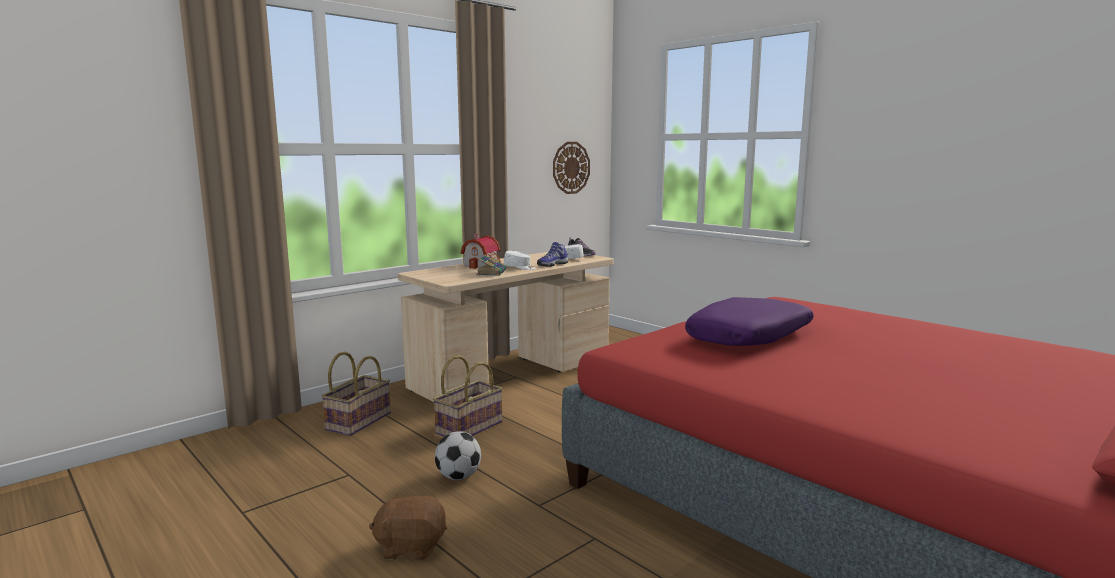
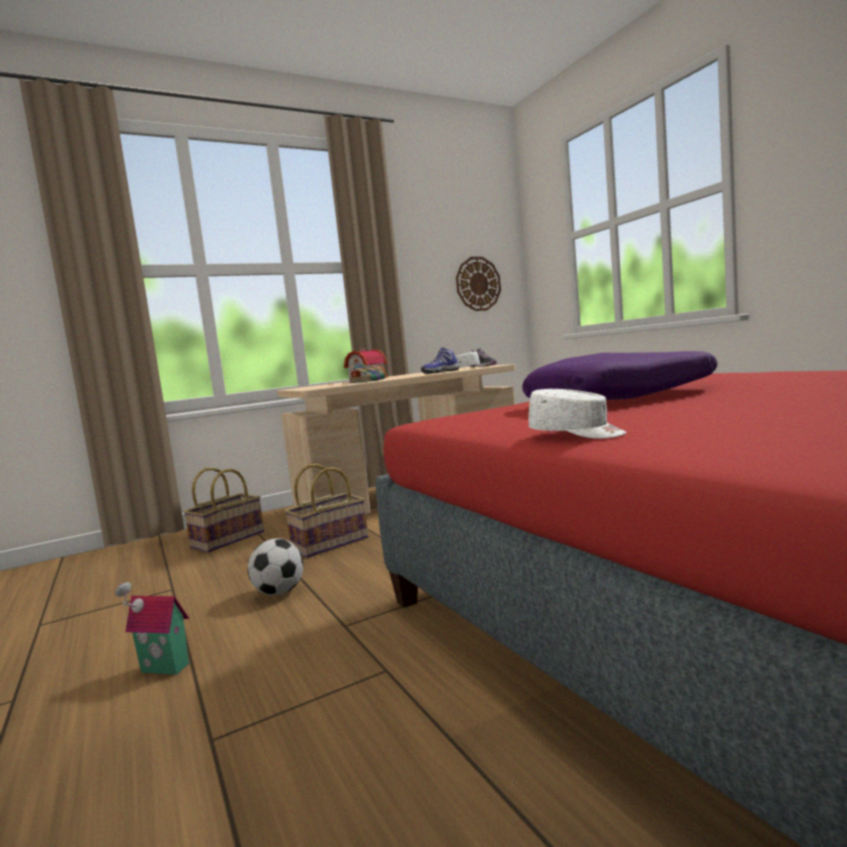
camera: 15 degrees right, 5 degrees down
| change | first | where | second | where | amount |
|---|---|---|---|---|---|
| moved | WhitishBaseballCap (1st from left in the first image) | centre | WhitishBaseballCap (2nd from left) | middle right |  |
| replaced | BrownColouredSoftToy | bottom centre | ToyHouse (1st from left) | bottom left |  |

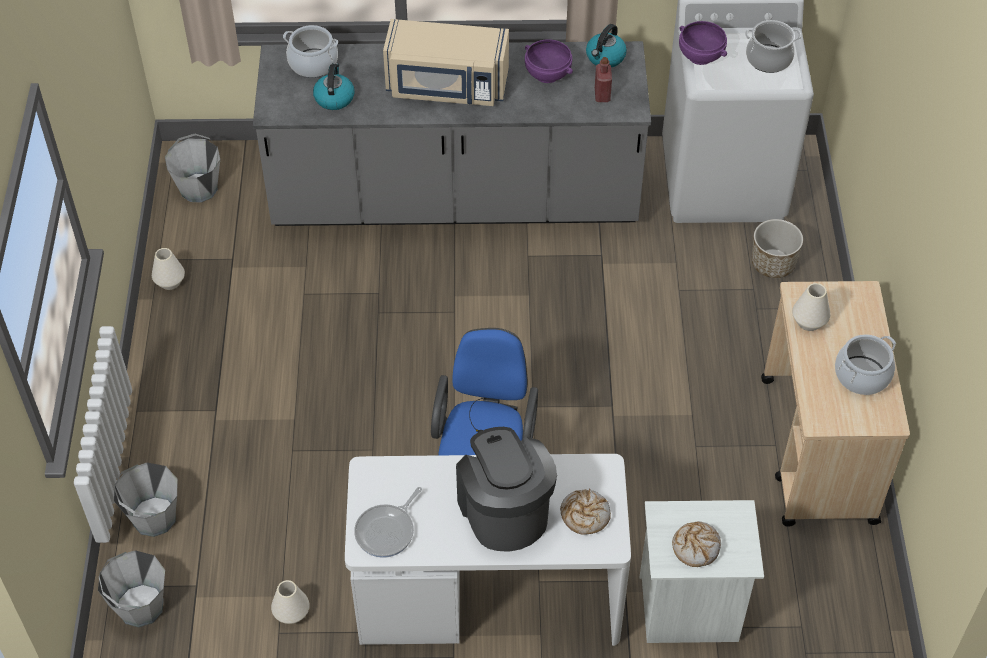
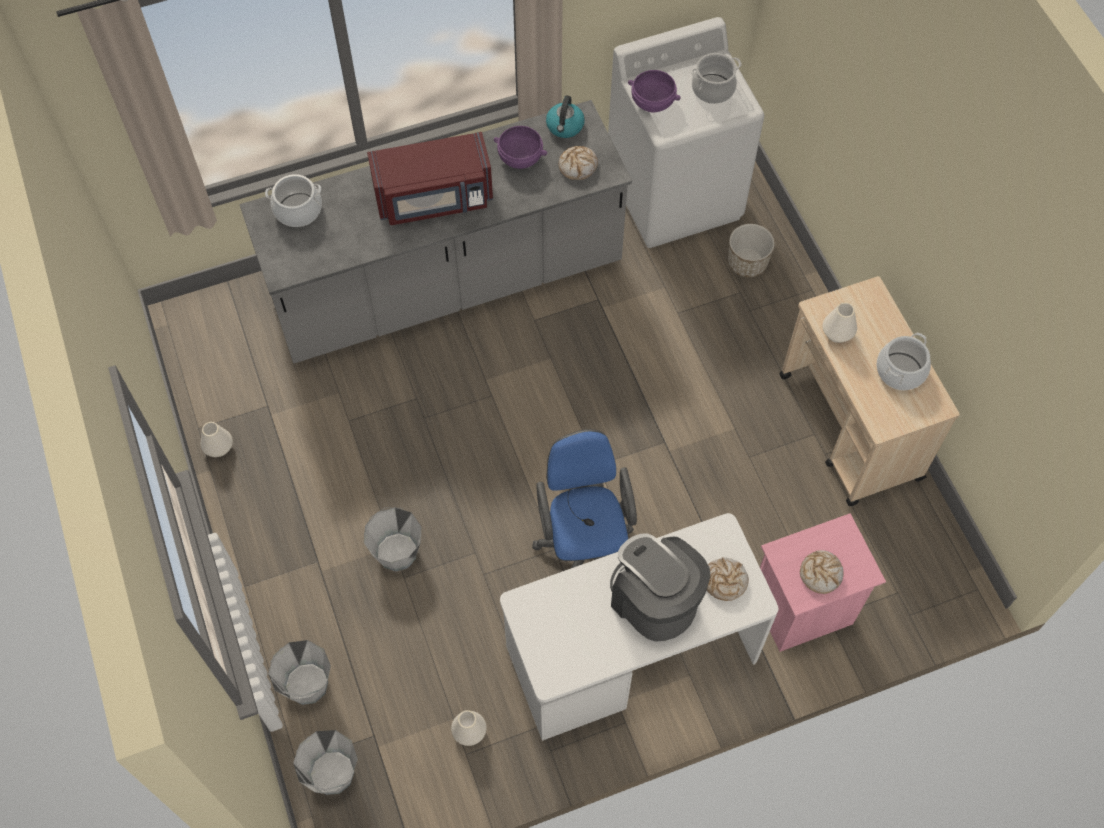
camera: 20 degrees left, 10 degrees up
| change | first | where | second | where | amount |
|---|---|---|---|---|---|
| removed | TeaKettle (1st from left) | top centre |  |  |  |
| removed | FryingPan | bottom centre |  |  |  |
| moved | GreyWaterBucket (3rd from left) | top left |  | centre |  |
| replaced | ReddishBottle | top centre | BakedBread (1st from left) | top centre |  |
| recoloured | BeigeColouredMicrowave | top centre | ReddishMicrowave | top centre |  |
| recoloured | WhitishBedsideTable | bottom right | PinkBedsideTable | bottom right |  |

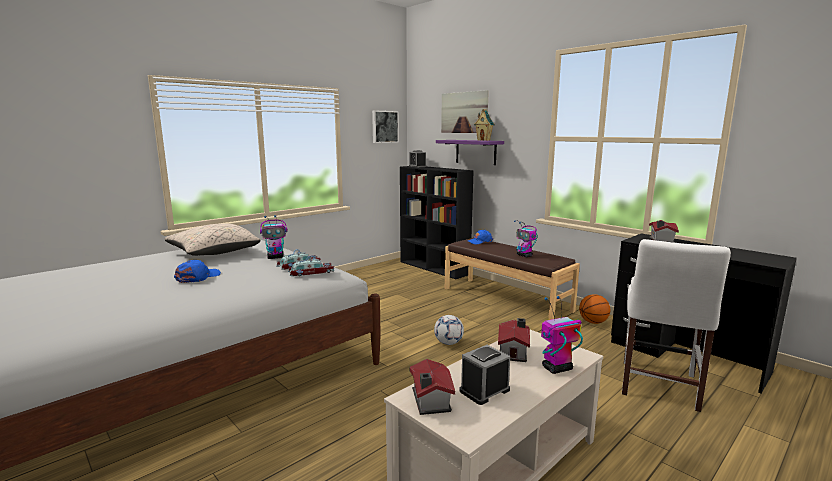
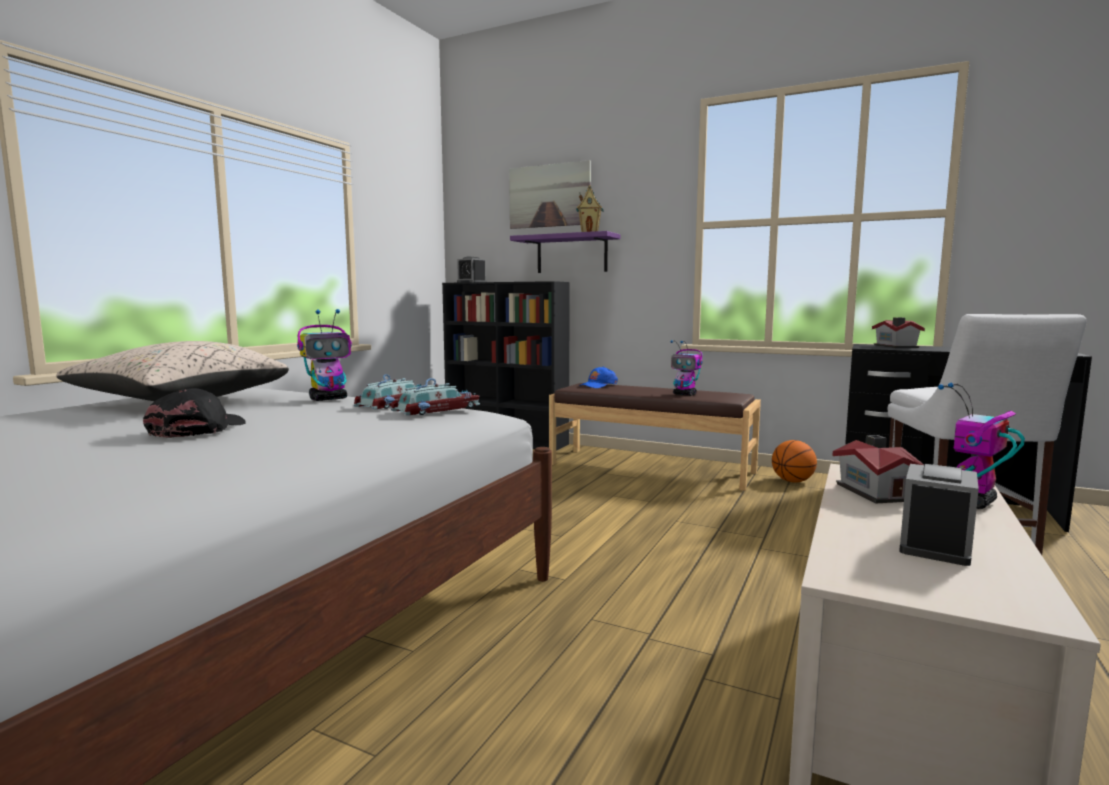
camera: 20 degrees left, 5 degrees down
| change | first | where | second | where | amount |
|---|---|---|---|---|---|
| removed | WallArt (1st from left) | top centre |  |  |  |
| removed | ToyHouse (1st from left) | bottom centre |  |  |  |
| removed | BallForFootball | bottom centre |  |  |  |
| recoloured | BlueColouredBaseballCap (1st from left) | middle left | BlackishBaseballCap | middle left |  |

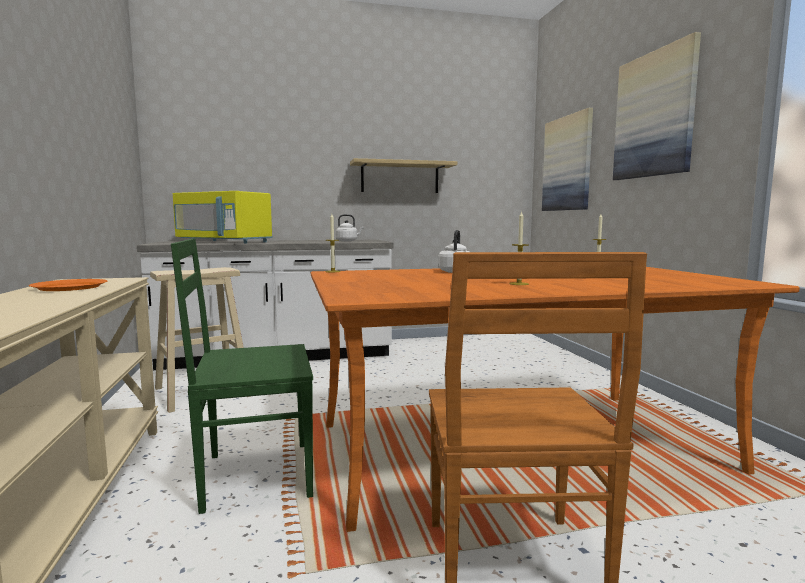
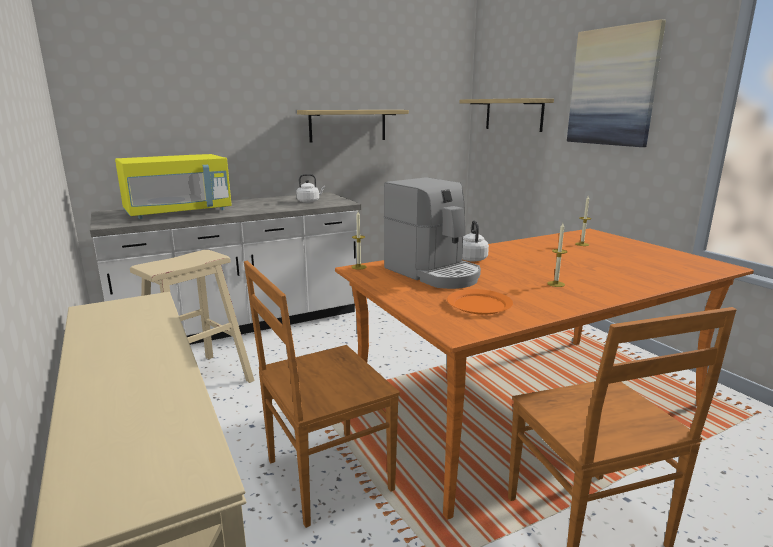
camera: 15 degrees left, 10 degrees up
| change | first | where | second | where | amount |
|---|---|---|---|---|---|
| added |  |  | CoffeeMaker | centre |  |
| moved | OrangeFlatDish | middle left |  | centre |  |
| replaced | WallArt (1st from left) | top right | BracketShelf (2nd from left) | top centre |  |
| recoloured | GreenChair | middle left | BrownColouredChair (1st from left) | bottom centre |  |
| turned | YellowColouredMicrowave | middle left |  | middle left | 45 degrees counterclockwise |

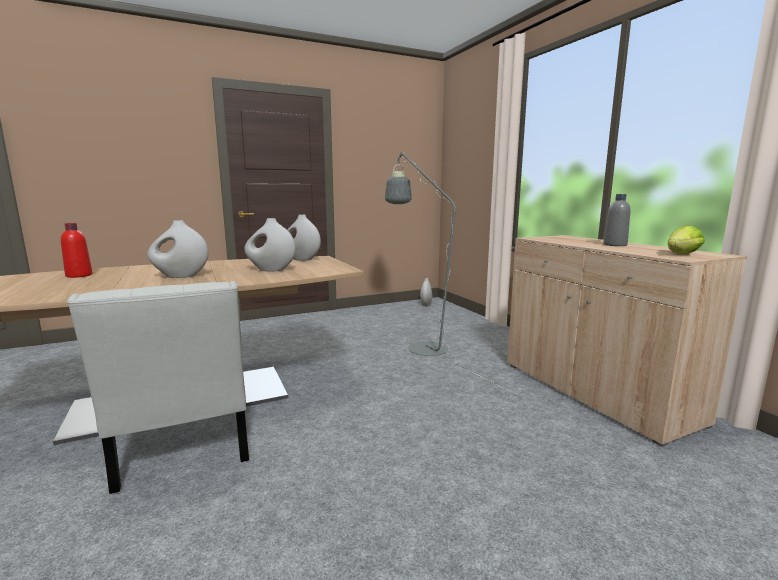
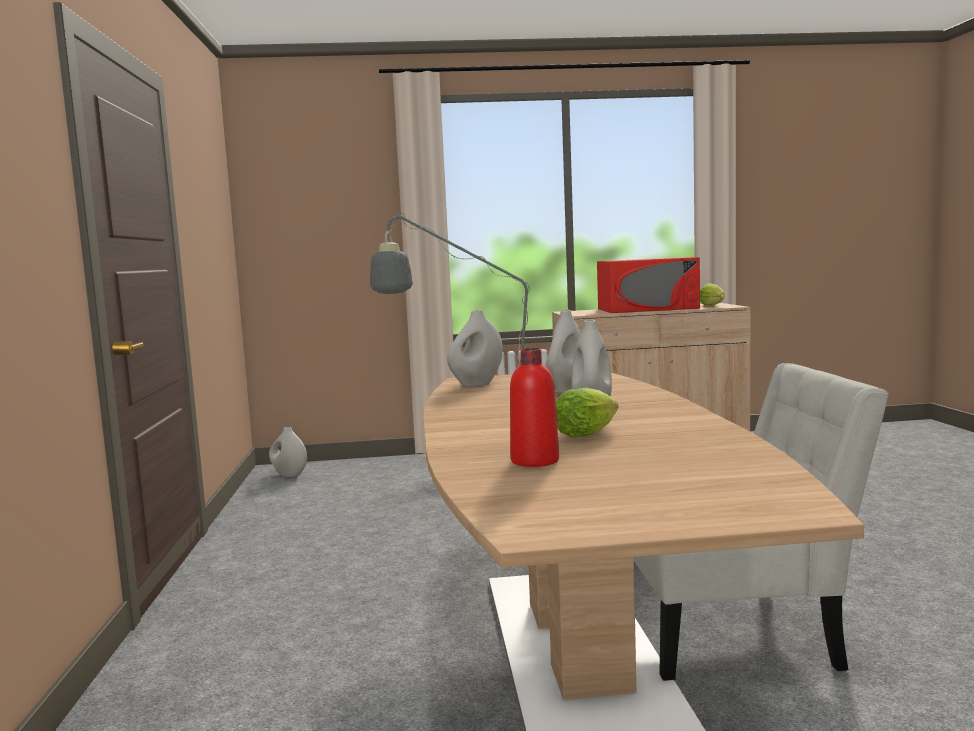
camera: 70 degrees left, 5 degrees down
| change | first | where | second | where | amount |
|---|---|---|---|---|---|
| added |  |  | Lettuce (1st from left) | centre |  |
| replaced | GreyBottle | middle right | ReddishMicrowave | centre |  |

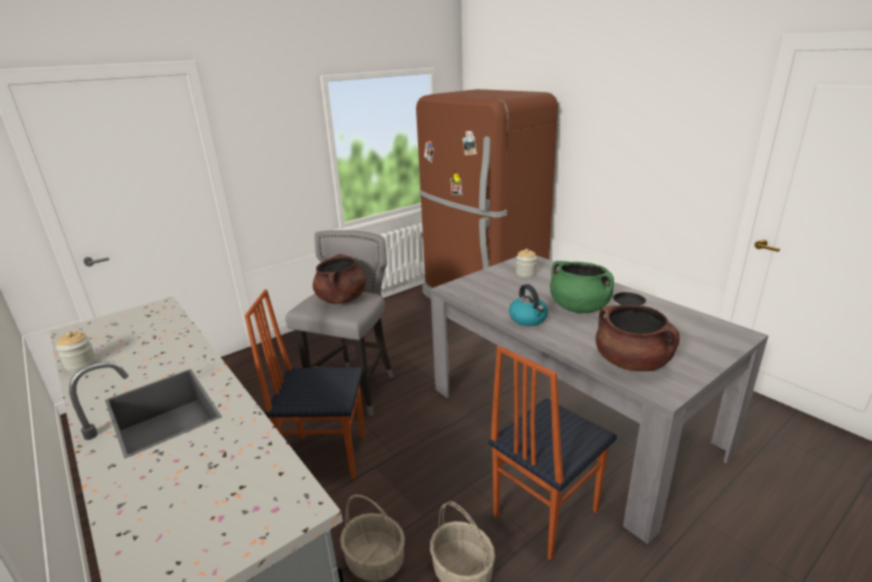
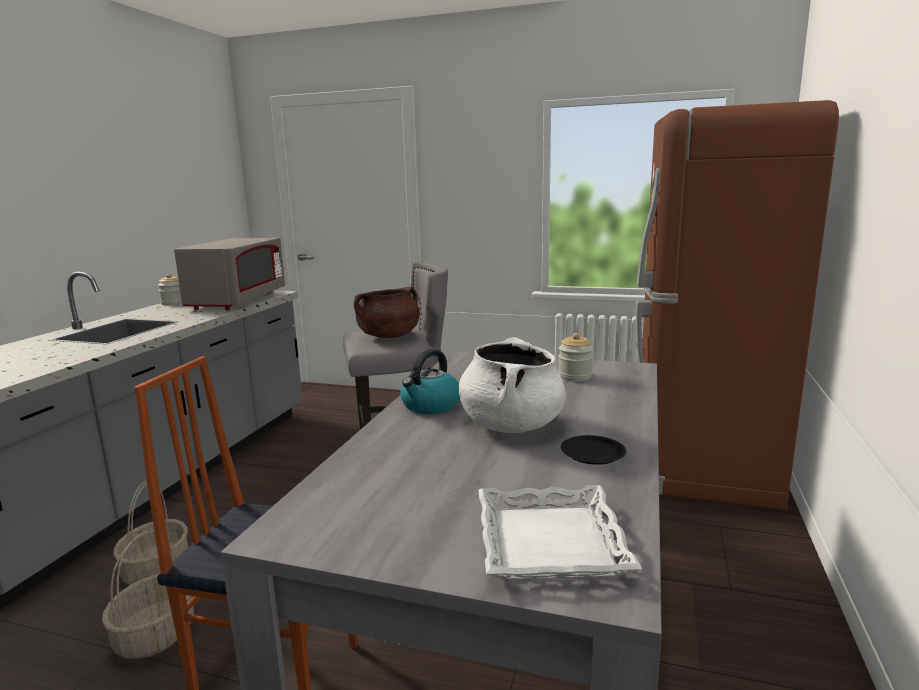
camera: 55 degrees right, 10 degrees down
| change | first | where | second | where | amount |
|---|---|---|---|---|---|
| removed | Chair (1st from left) | centre |  |  |  |
| removed | BrownColouredCookingPot (2nd from left) | middle right |  |  |  |
| added |  |  | GreyMicrowave | middle left |  |
| added |  |  | WhitishCarryingTray | bottom centre |  |
| recoloured | GreenCookingPot | middle right | WhitishCookingPot | centre |  |

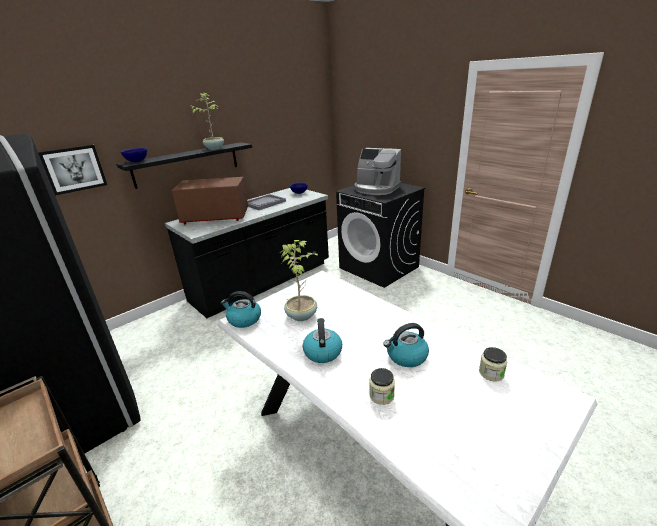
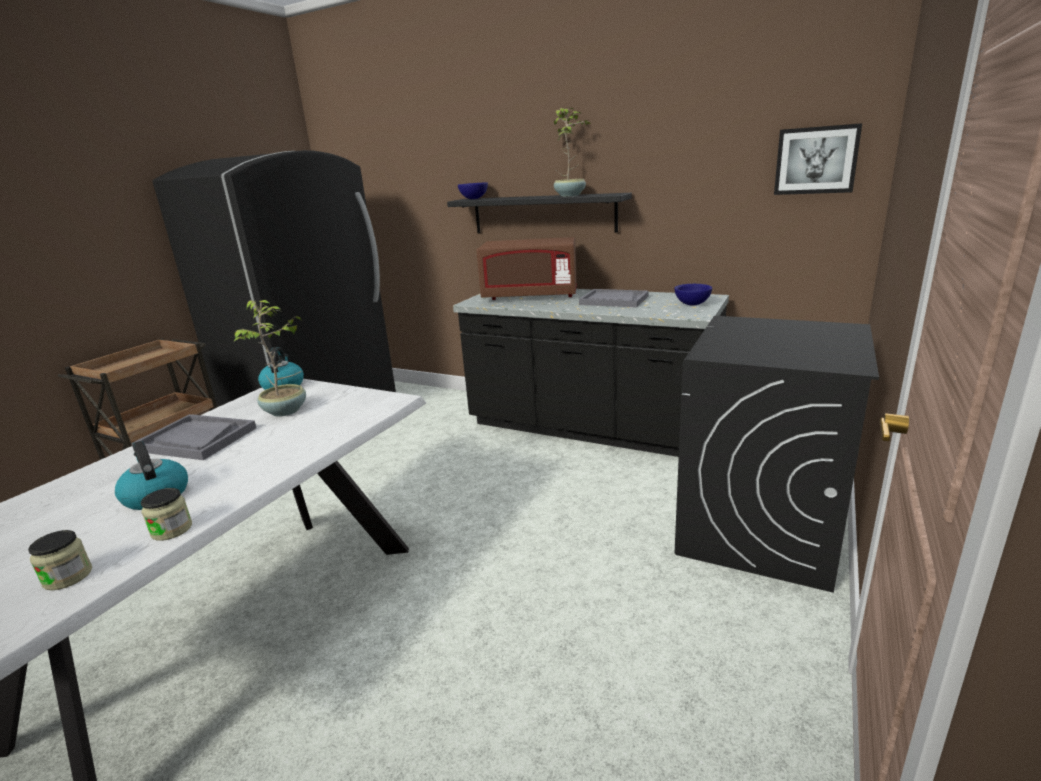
camera: 70 degrees right, 5 degrees down
| change | first | where | second | where | amount |
|---|---|---|---|---|---|
| removed | CoffeeMaker | top centre |  |  |  |
| moved | WallArt | top left |  | top right |  |
| moved | StorageJar (1st from left in the first image) | bottom centre | StorageJar (2nd from left) | middle left |  |
| replaced | TeaKettle (2nd from left) | centre | GreyCarryingTray (1st from left) | middle left |  |
| turned | BrownColouredMicrowave | middle left |  | centre | 120 degrees clockwise |

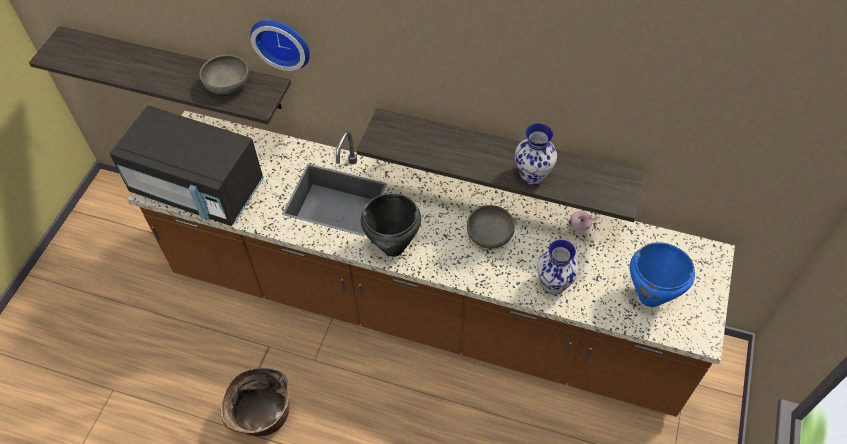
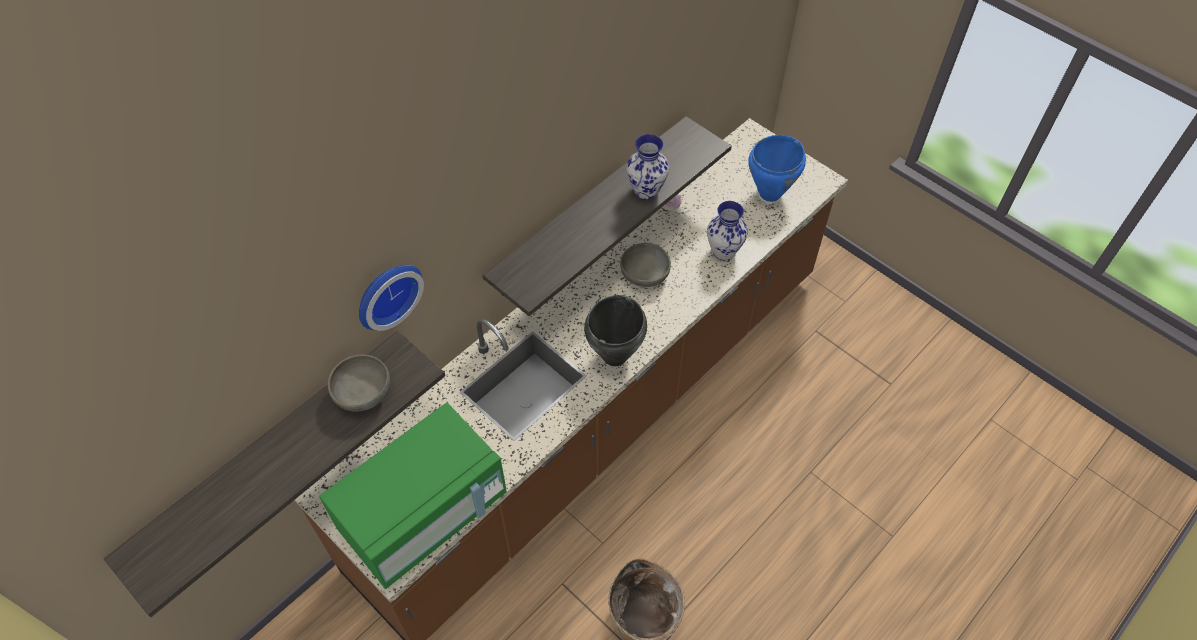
camera: 65 degrees left, 0 degrees up
| change | first | where | second | where | amount |
|---|---|---|---|---|---|
| recoloured | BlackishMicrowave | middle left | GreenMicrowave | bottom centre |  |

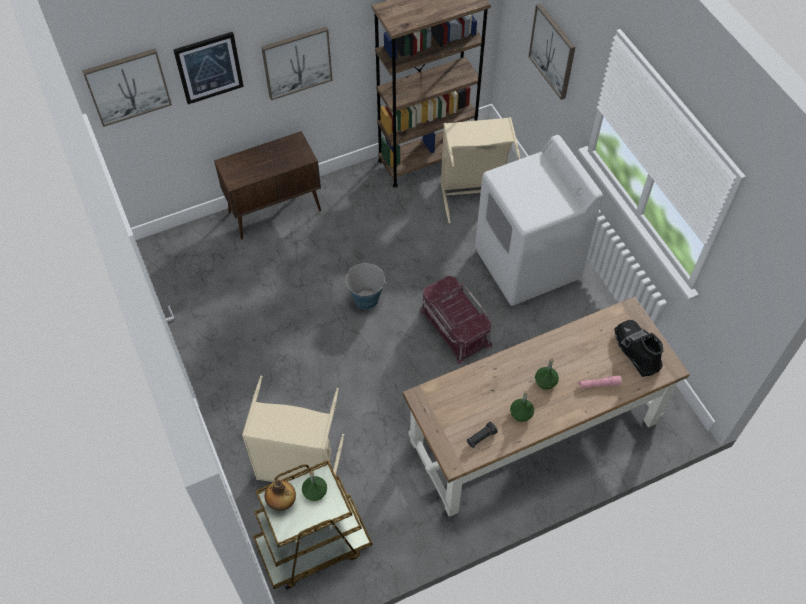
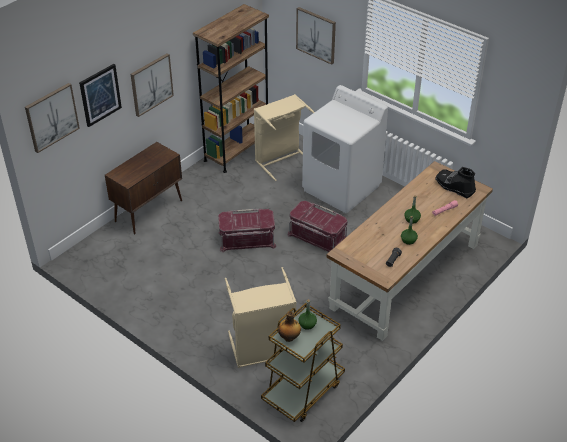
camera: 25 degrees left, 15 degrees down
| change | first | where | second | where | amount |
|---|---|---|---|---|---|
| replaced | WaterBucket | centre | ReddishStorageContainer (1st from left) | centre |  |

